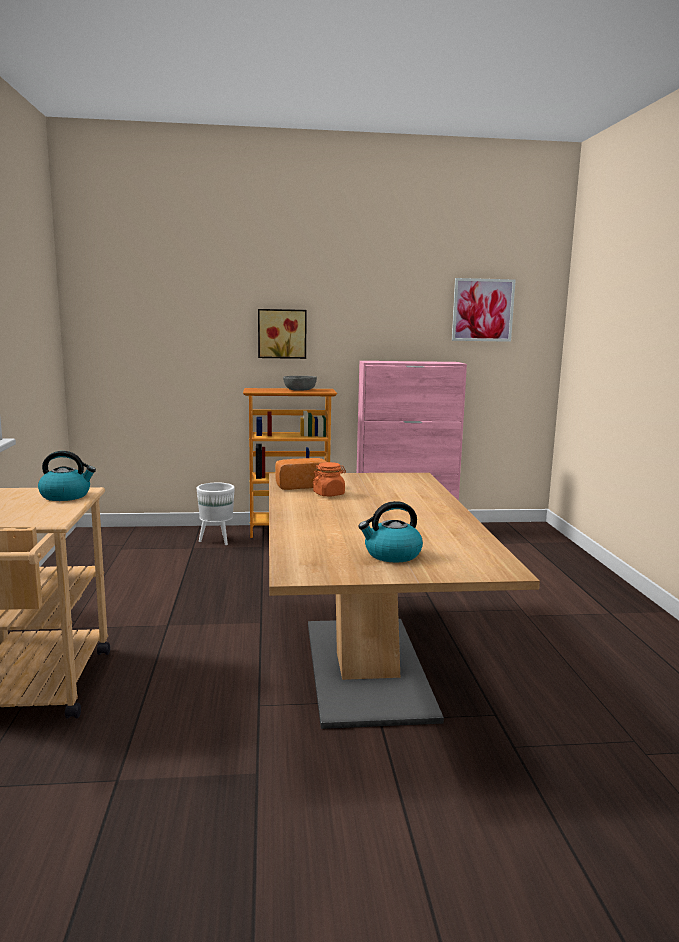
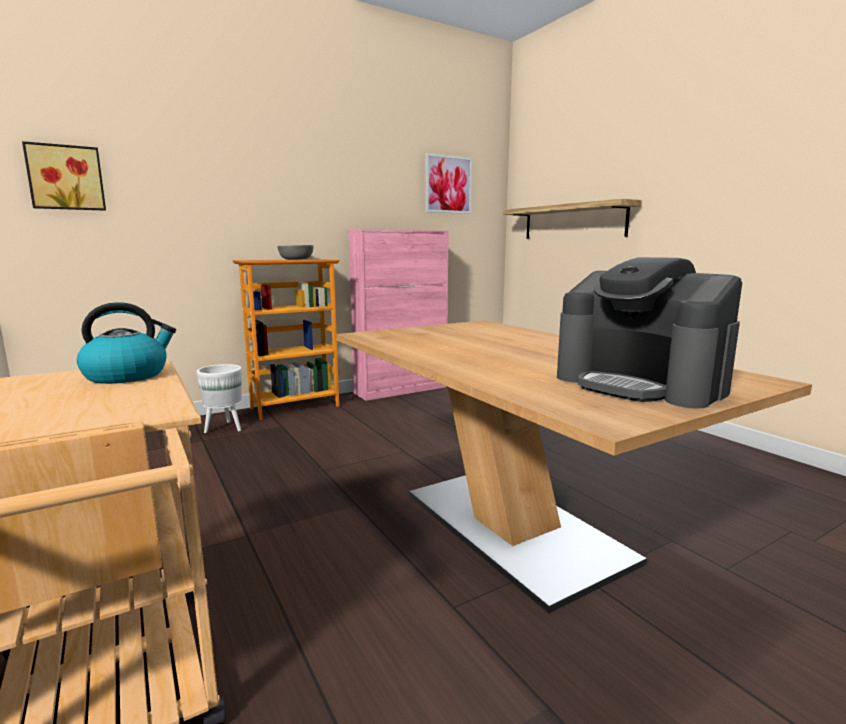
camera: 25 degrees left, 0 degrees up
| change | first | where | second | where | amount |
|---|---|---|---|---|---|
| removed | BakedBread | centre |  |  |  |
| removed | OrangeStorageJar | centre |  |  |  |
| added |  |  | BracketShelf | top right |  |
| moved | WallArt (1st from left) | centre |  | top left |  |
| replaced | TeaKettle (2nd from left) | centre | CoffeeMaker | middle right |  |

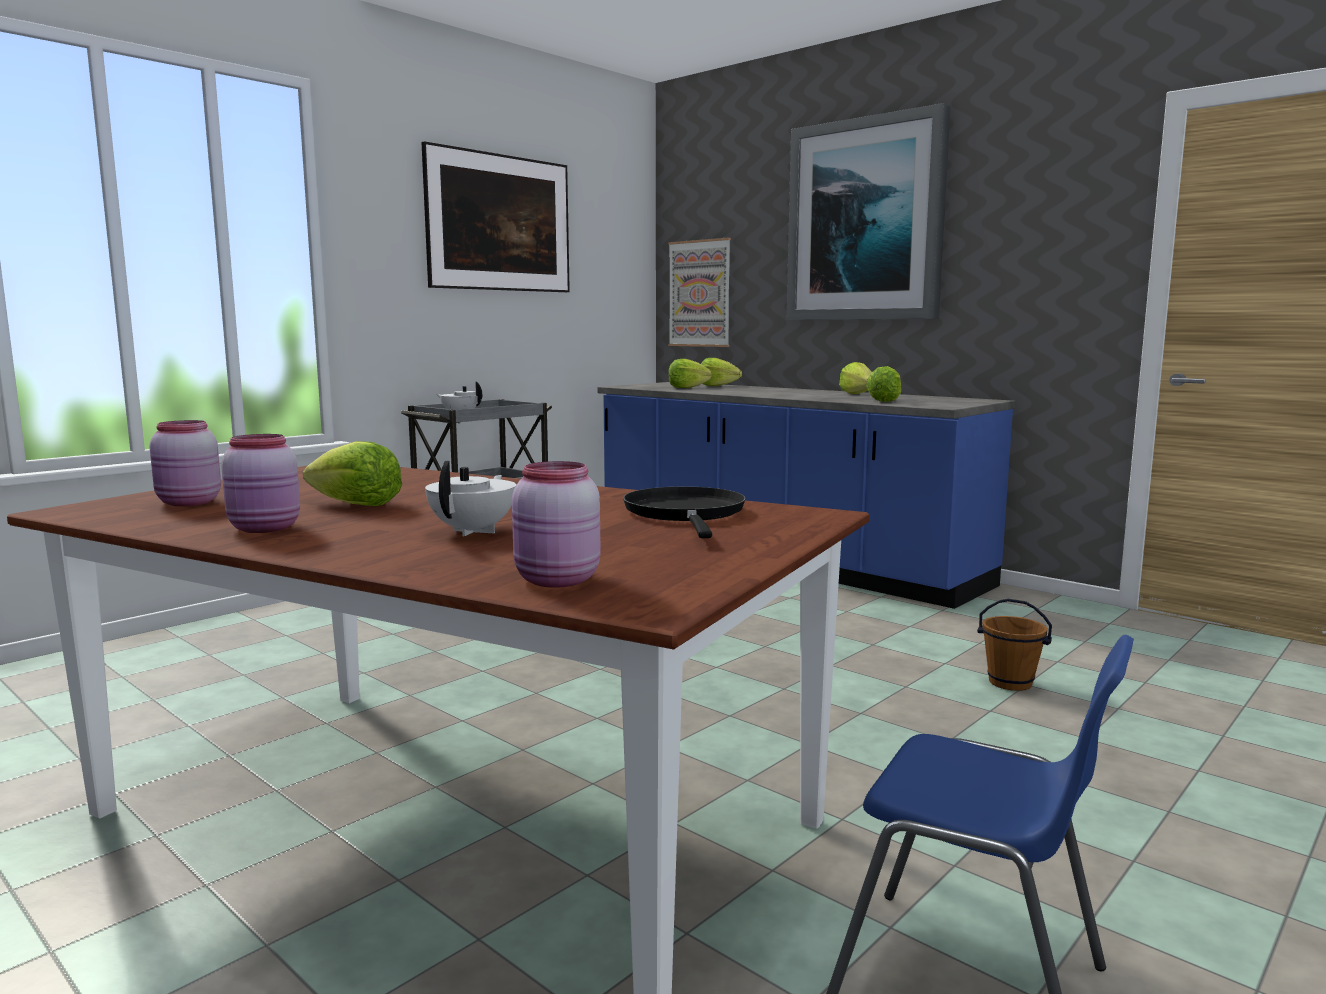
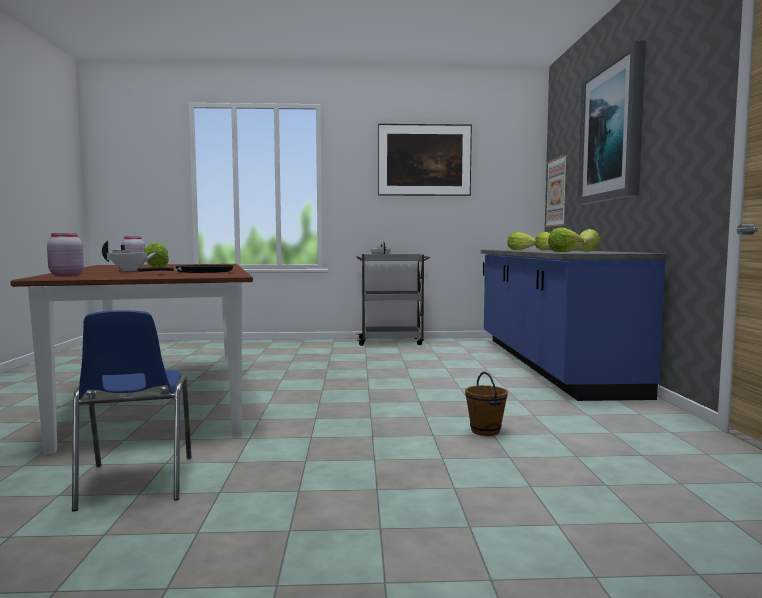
camera: 45 degrees right, 5 degrees down
| change | first | where | second | where | amount |
|---|---|---|---|---|---|
| removed | PinkStorageJar (2nd from left) | middle left |  |  |  |

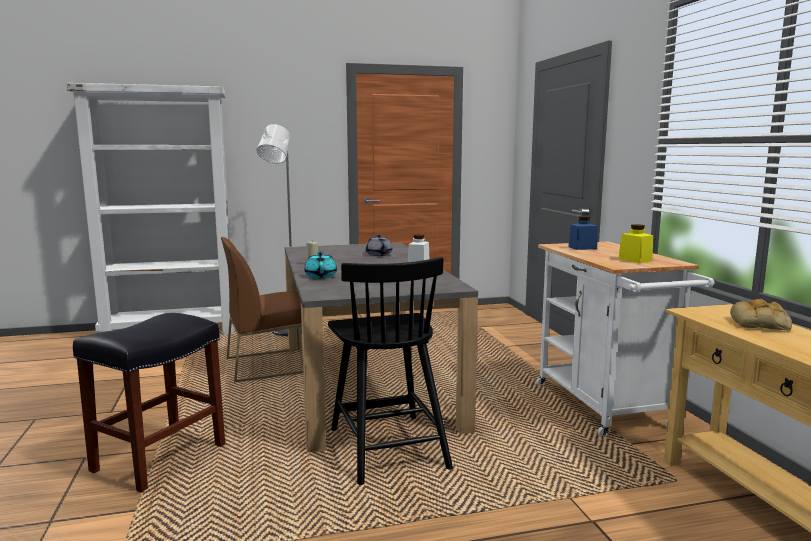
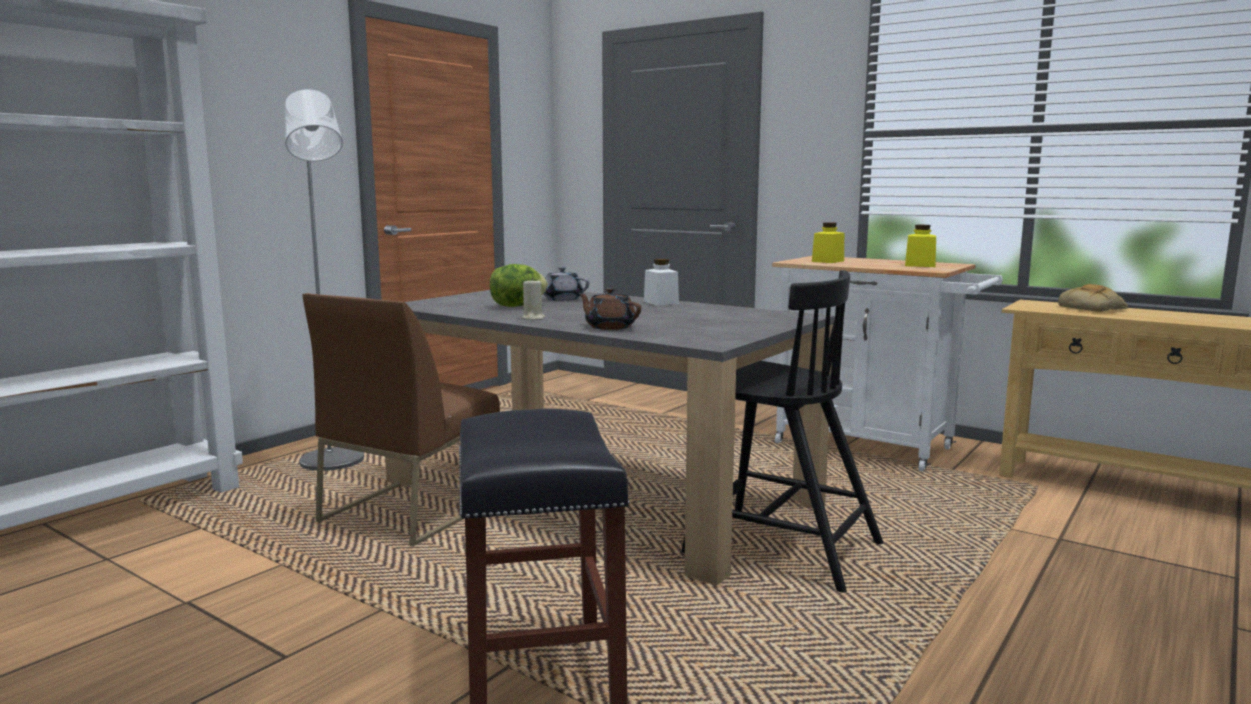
camera: 40 degrees left, 0 degrees up
| change | first | where | second | where | amount |
|---|---|---|---|---|---|
| added |  |  | Lettuce | centre |  |
| recoloured | TurquoiseTeaPot | centre | BrownColouredTeaPot | centre |  |
| recoloured | BlueColouredStorageJar | middle right | YellowColouredStorageJar (1st from left) | centre |  |

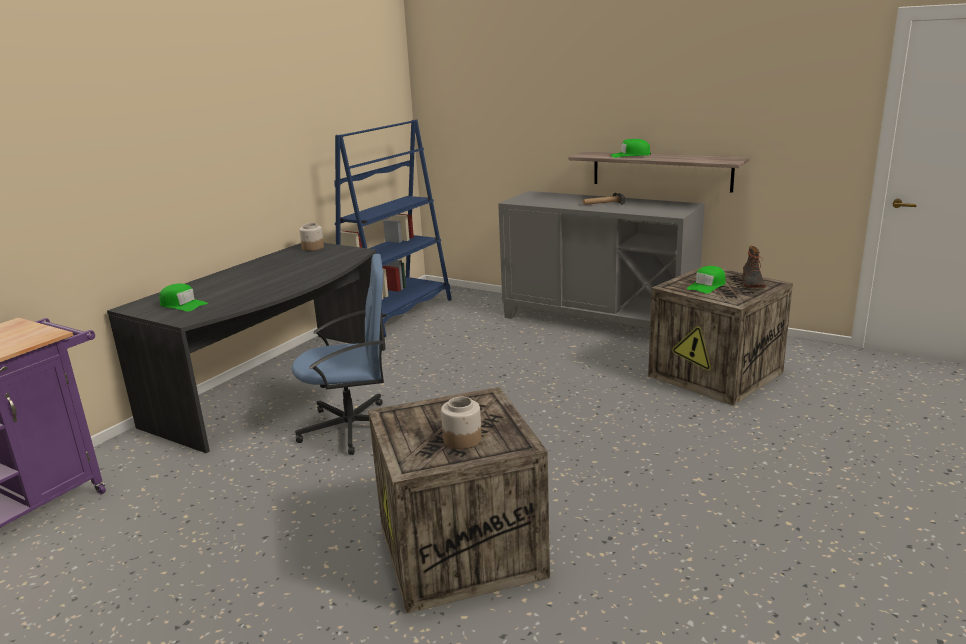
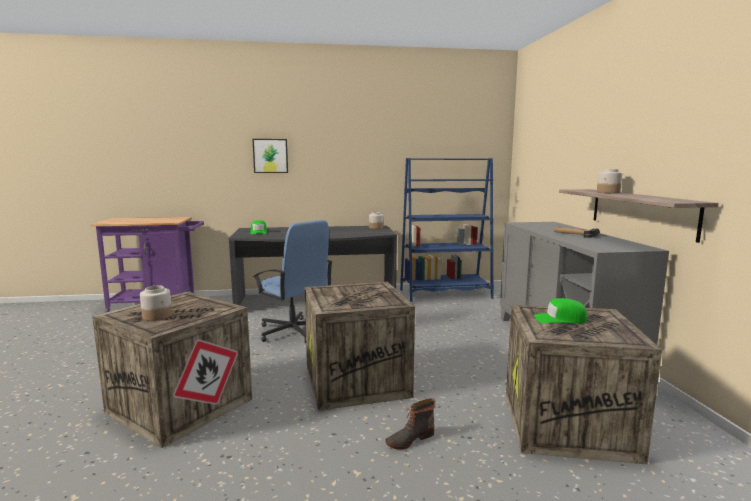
camera: 50 degrees right, 10 degrees down
| change | first | where | second | where | amount |
|---|---|---|---|---|---|
| added |  |  | WallArt | top centre |  |
| added |  |  | PackingCrate (2nd from left) | bottom centre |  |
| moved | HighTopBoot | middle right |  | bottom centre |  |
| replaced | GreenBaseballCap (2nd from left) | top centre | StorageJar (3rd from left) | middle right |  |

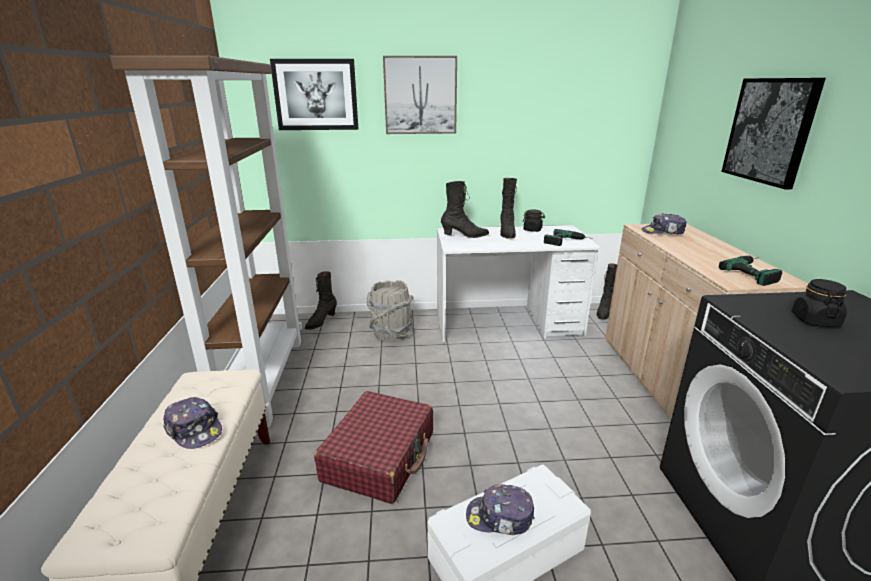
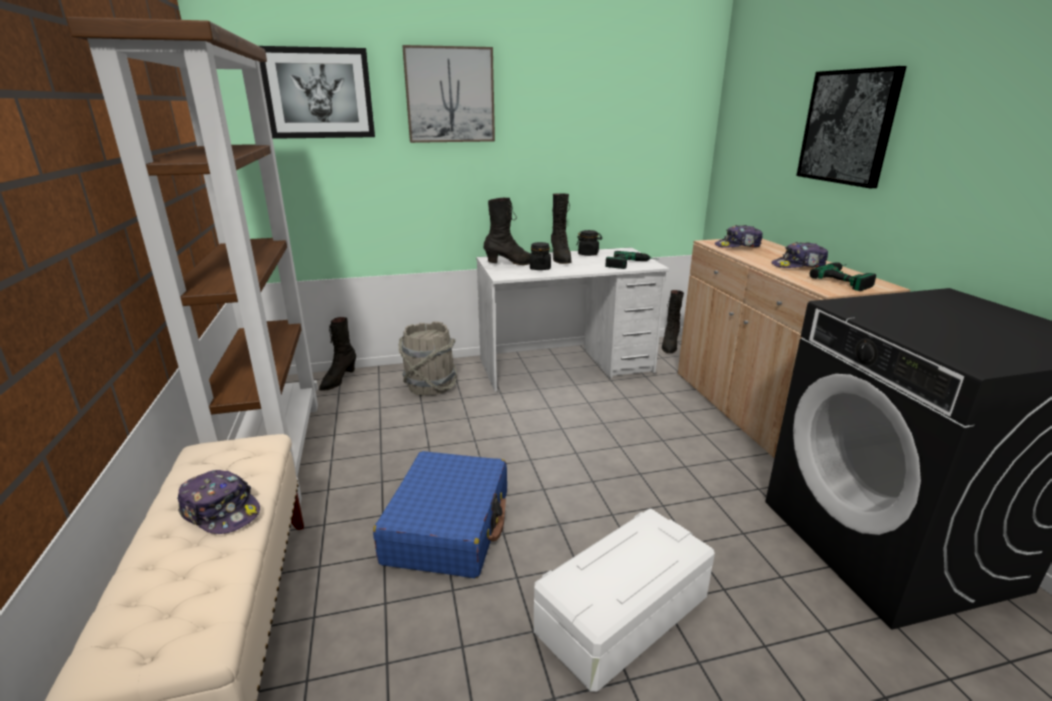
camera: 10 degrees left, 0 degrees up
| change | first | where | second | where | amount |
|---|---|---|---|---|---|
| moved | BaseballCap (2nd from left in the first image) | bottom centre | BaseballCap (3rd from left) | middle right |  |
| moved | BlackishStorageJar (2nd from left in the first image) | middle right | BlackishStorageJar (1st from left) | centre |  |
| recoloured | ReddishPieceOfLuggage | bottom centre | BlueColouredPieceOfLuggage | bottom centre |  |

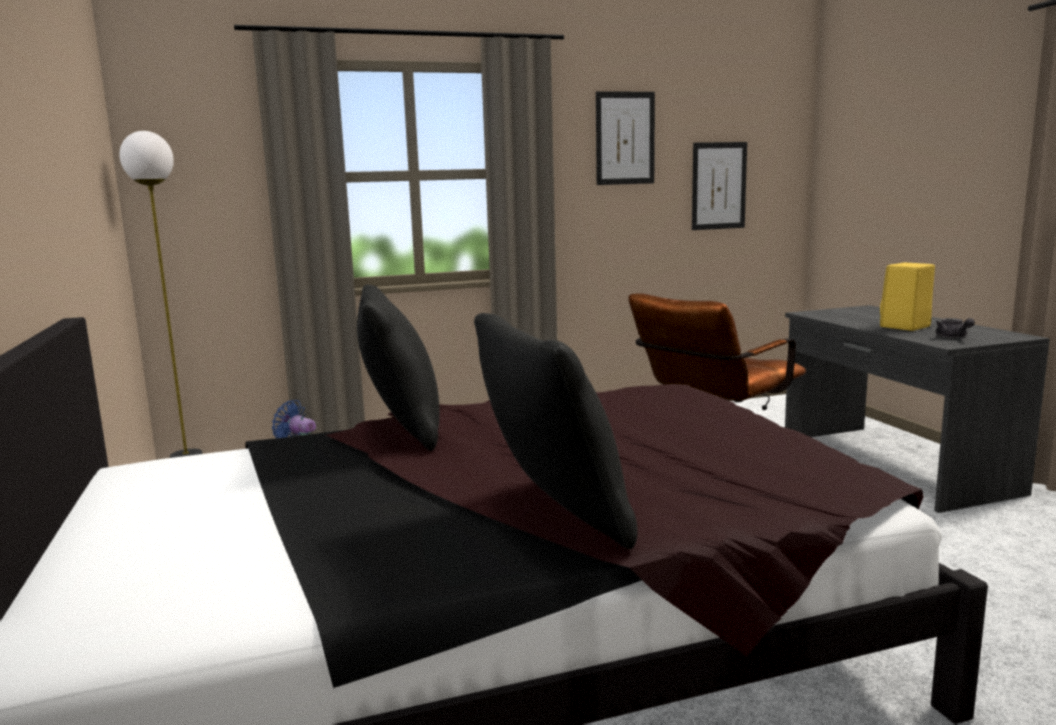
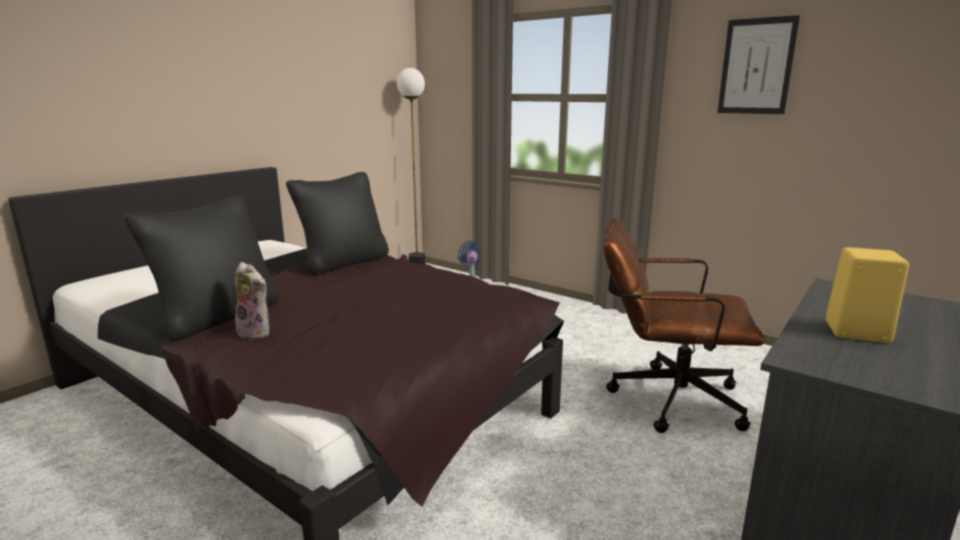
camera: 55 degrees right, 5 degrees up
| change | first | where | second | where | amount |
|---|---|---|---|---|---|
| removed | WallArt (2nd from left) | top right |  |  |  |
| removed | GreyTeaPot | middle right |  |  |  |
| added |  |  | SoftToy | middle left |  |

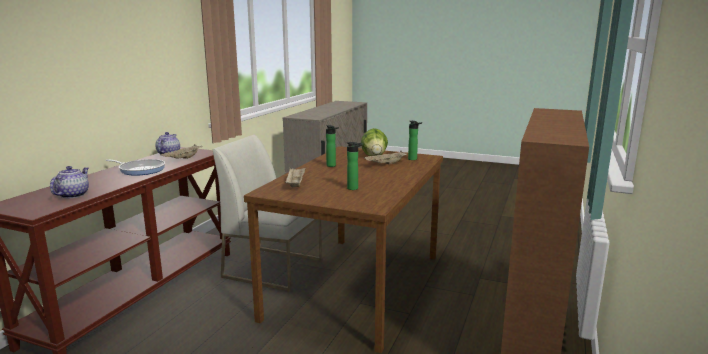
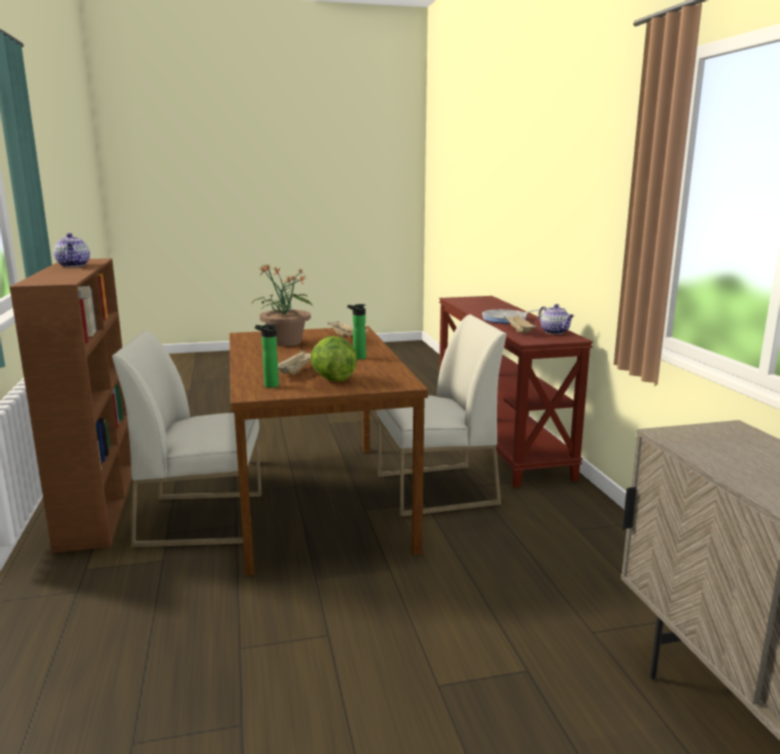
camera: 145 degrees right, 0 degrees up
| change | first | where | second | where | amount |
|---|---|---|---|---|---|
| added |  |  | WhitishChair (1st from left) | middle left |  |
| moved | TeaPot (1st from left) | middle left |  | top left |  |
| replaced | Bottle (2nd from left) | centre | PottedPlant | centre |  |

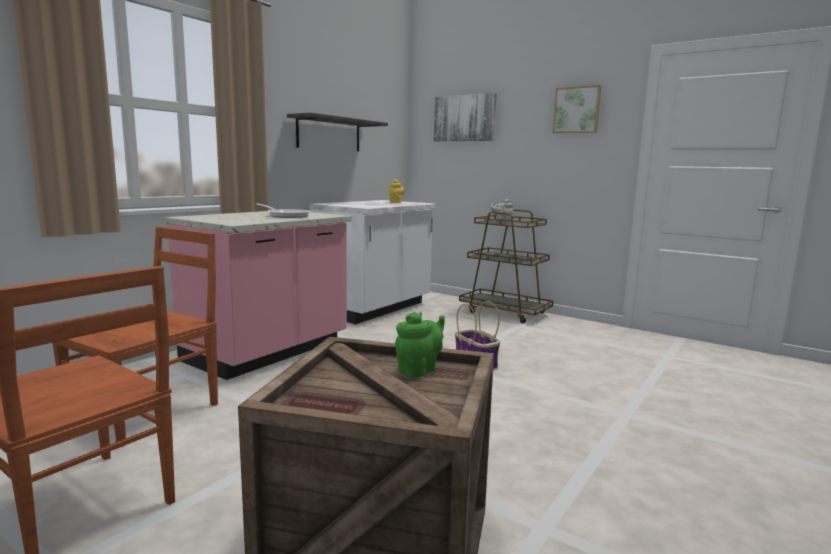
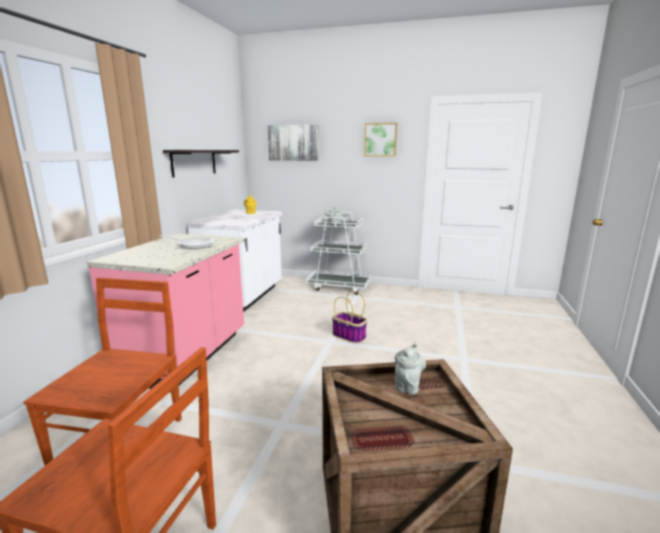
camera: 20 degrees left, 5 degrees up
| change | first | where | second | where | amount |
|---|---|---|---|---|---|
| recoloured | GreenTeaPot | centre | GreyTeaPot (2nd from left) | bottom centre |  |
| recoloured | BrownColouredCart | centre | WhitishCart | centre |  |

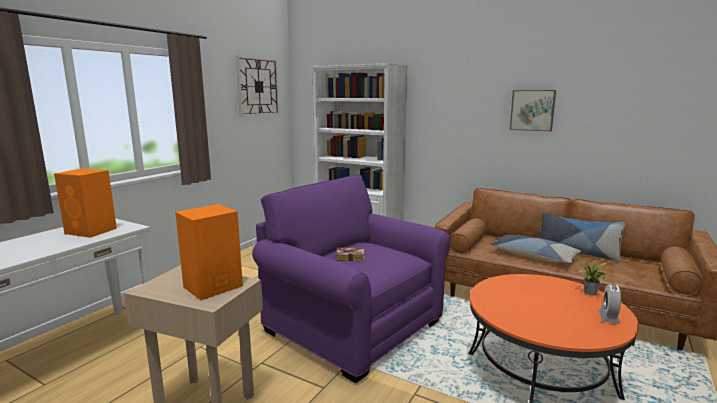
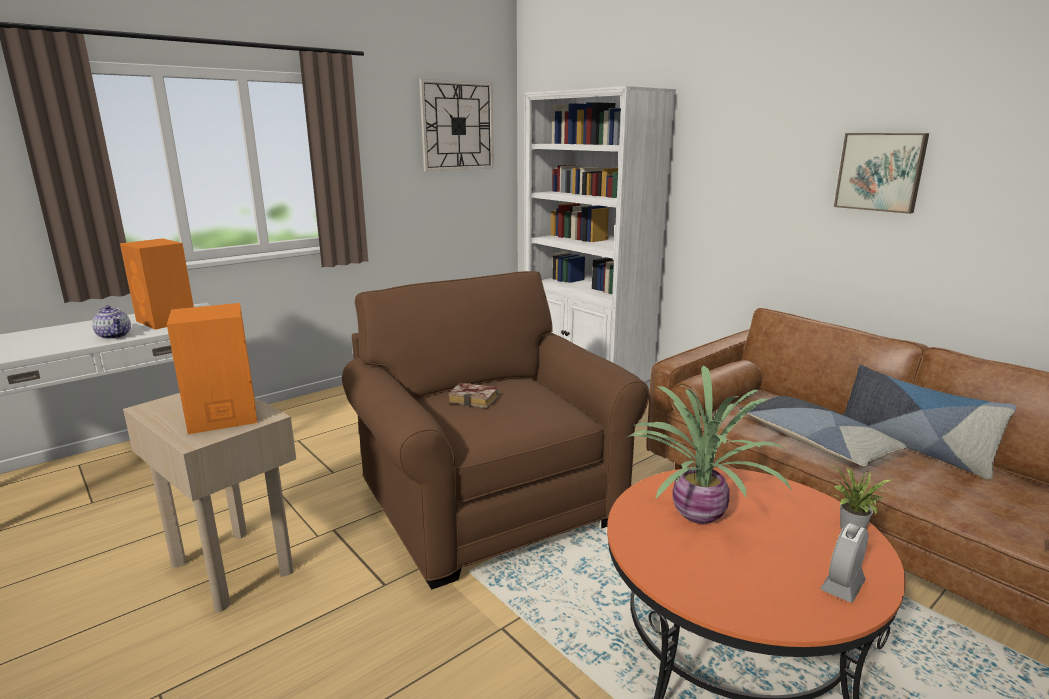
camera: 20 degrees right, 5 degrees up
| change | first | where | second | where | amount |
|---|---|---|---|---|---|
| added |  |  | TeaPot | middle left |  |
| added |  |  | PottedPlant (1st from left) | middle right |  |
| recoloured | PurpleLoungeChair | bottom centre | BrownColouredLoungeChair | centre |  |

